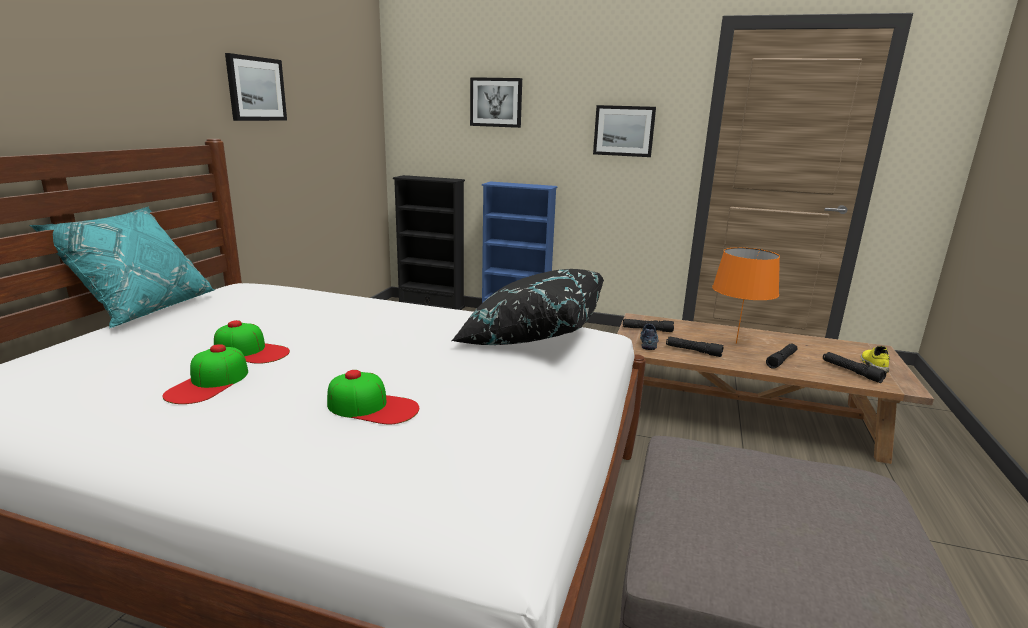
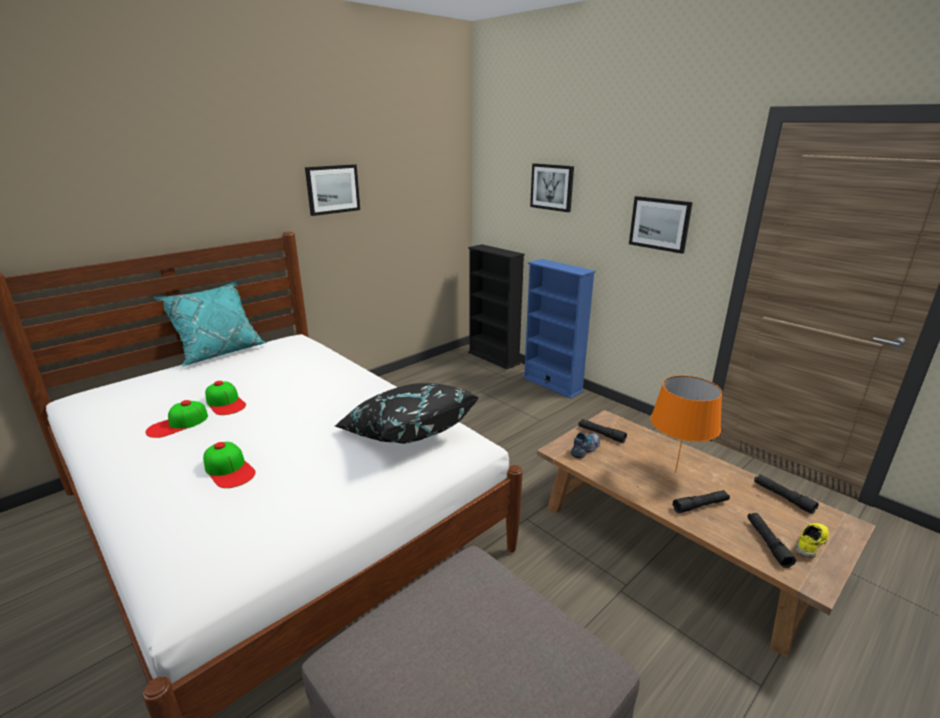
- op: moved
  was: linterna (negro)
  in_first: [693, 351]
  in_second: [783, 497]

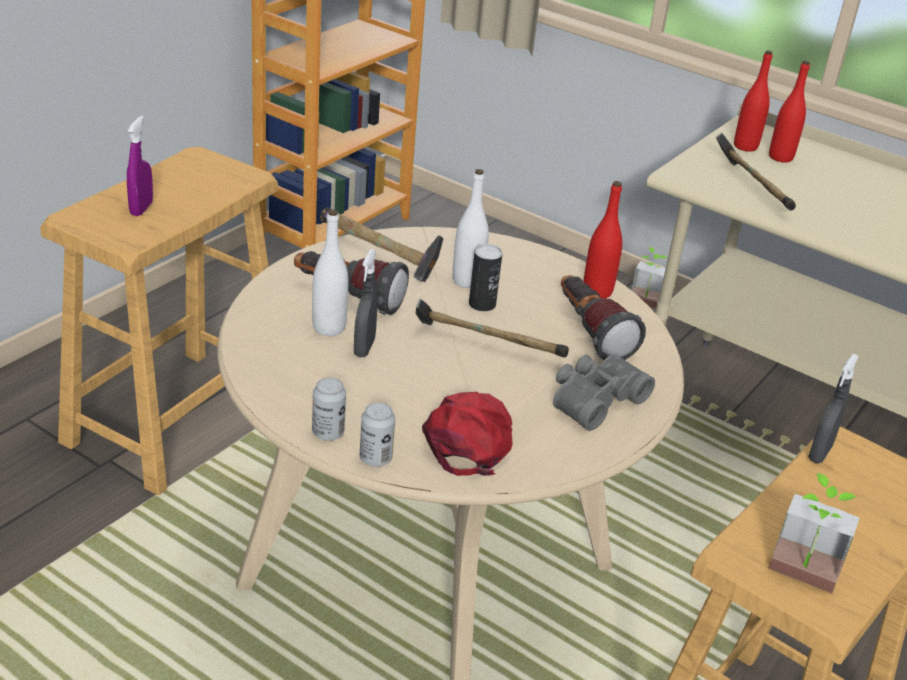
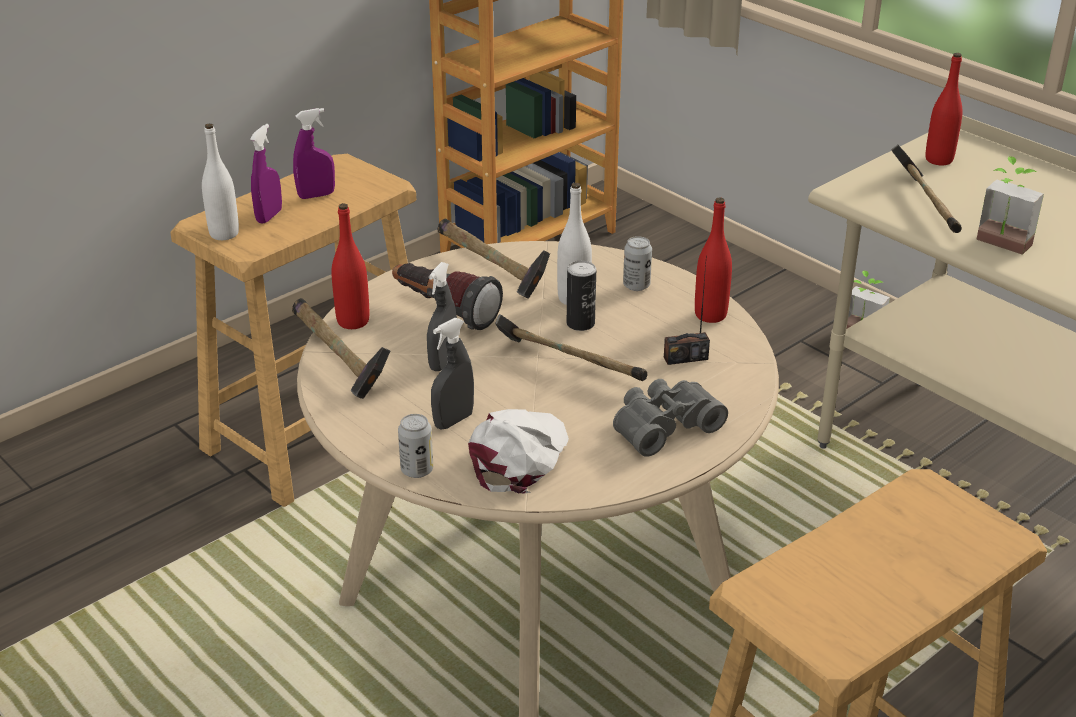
- op: added
  now: martillo
  in_second: [337, 360]
- op: added
  now: pulverizador (morado)
  in_second: [316, 195]
- op: moved
  was: botella (blanco)
  in_first: [329, 328]
  in_second: [224, 234]
- op: moved
  was: lata
  in_first: [328, 433]
  in_second: [636, 285]
- op: moved
  was: botella (rojo)
  in_first: [780, 157]
  in_second: [353, 321]
- op: moved
  was: planta en maceta
  in_first: [800, 579]
  in_second: [999, 246]
- op: moved
  was: pulverizador (gris)
  in_first: [820, 453]
  in_second: [453, 421]
- op: replaced
  was: linterna
  now: radio
  in_first: [590, 333]
  in_second: [685, 358]
- op: recoloured
  was: gorra (rojo)
  now: gorra (blanco)
  in_first: [470, 438]
  in_second: [518, 456]

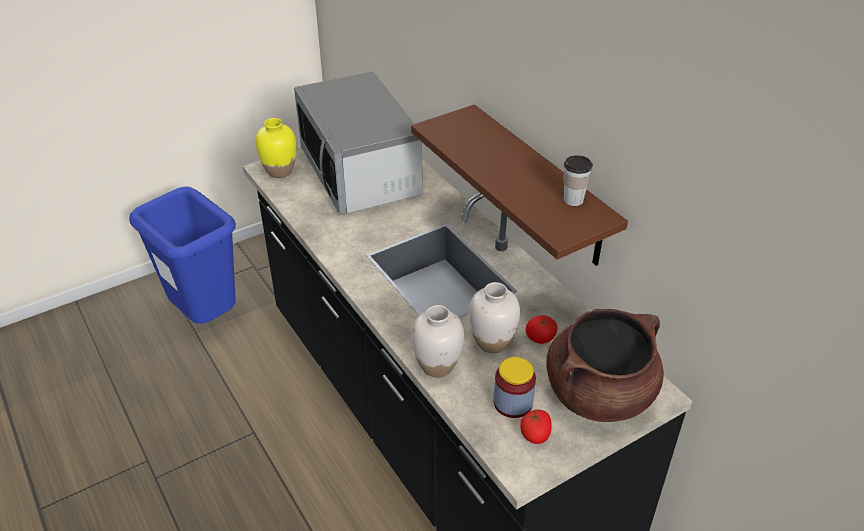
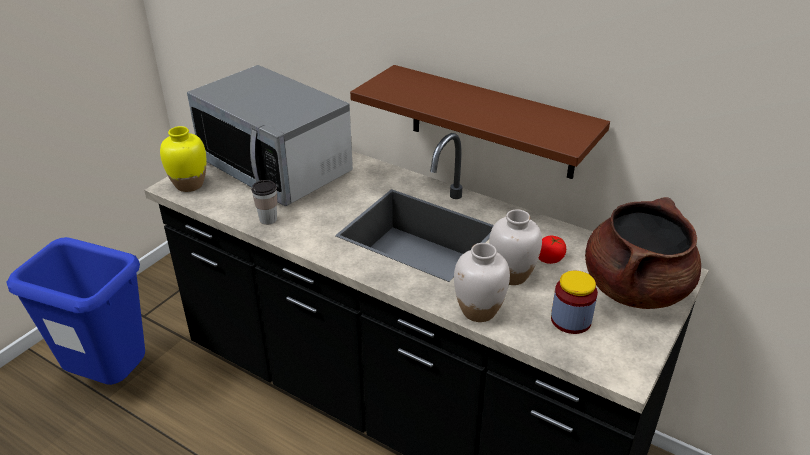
- op: removed
  was: tomate
  in_first: [535, 435]
- op: moved
  was: taza
  in_first: [573, 200]
  in_second: [268, 219]

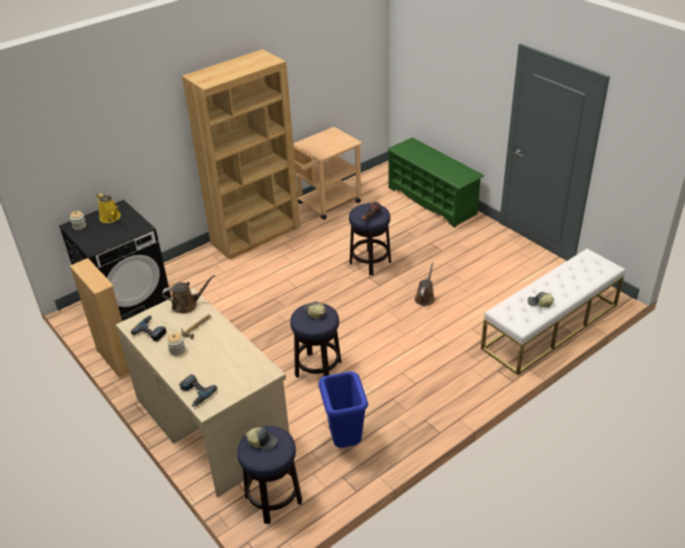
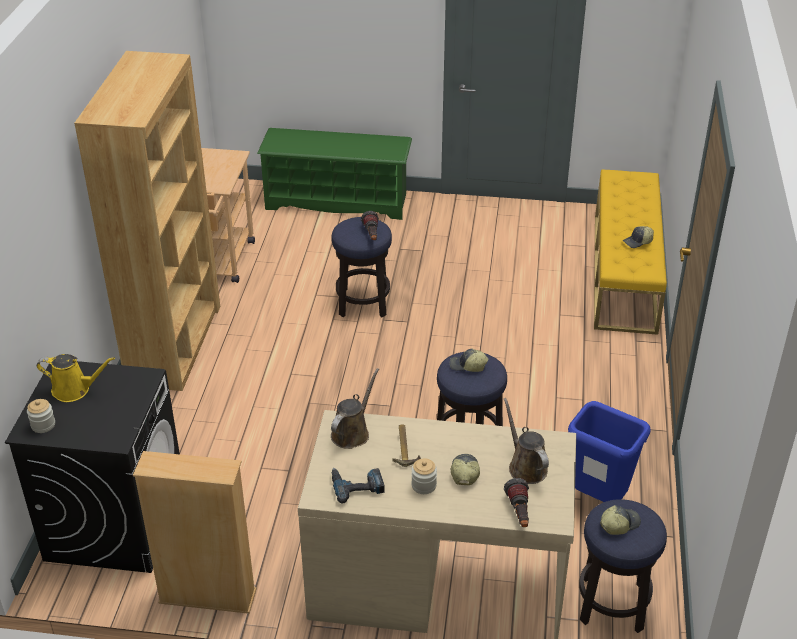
- op: added
  now: gorra
  in_second: [464, 472]
- op: moved
  was: regadera (marrón)
  in_first: [425, 298]
  in_second: [525, 466]
- op: replaced
  was: taladro
  now: linterna
  in_first: [195, 393]
  in_second: [519, 513]
- op: recoloured
  was: banco (blanco)
  now: banco (amarillo)
  in_first: [550, 326]
  in_second: [624, 272]

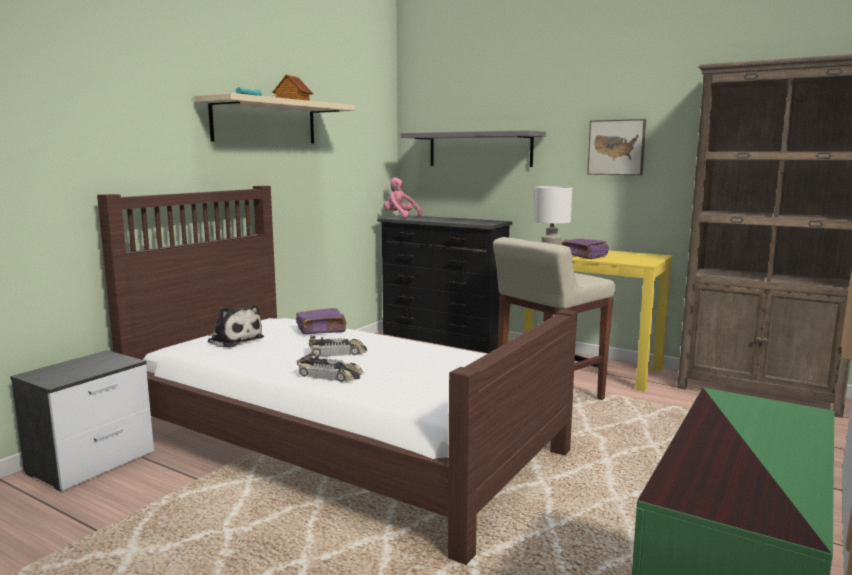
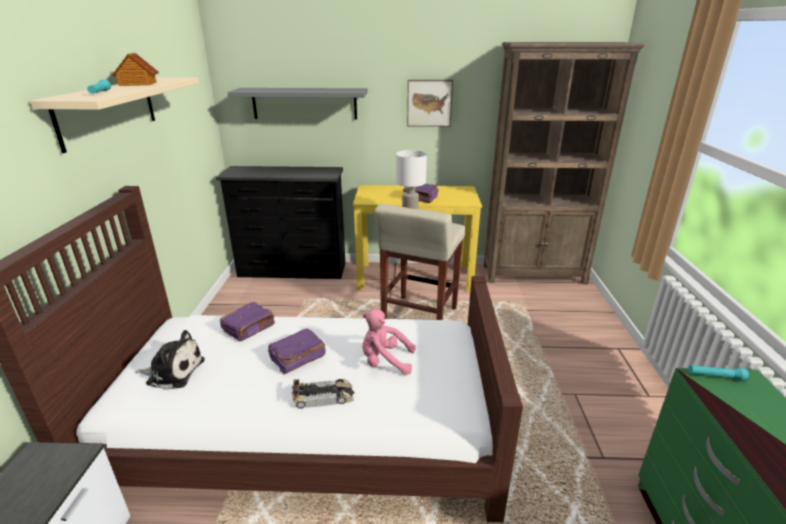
- op: added
  now: linterna (turquesa)
  in_second: [715, 376]
- op: moved
  was: peluche (rosa)
  in_first: [400, 216]
  in_second: [385, 361]
- op: replaced
  was: coche de juguete
  now: libro (morado)
  in_first: [338, 352]
  in_second: [297, 358]

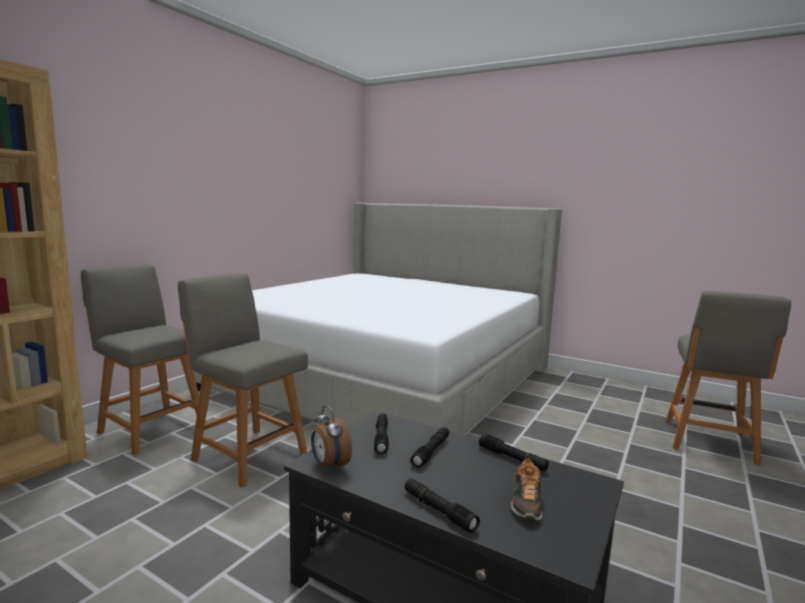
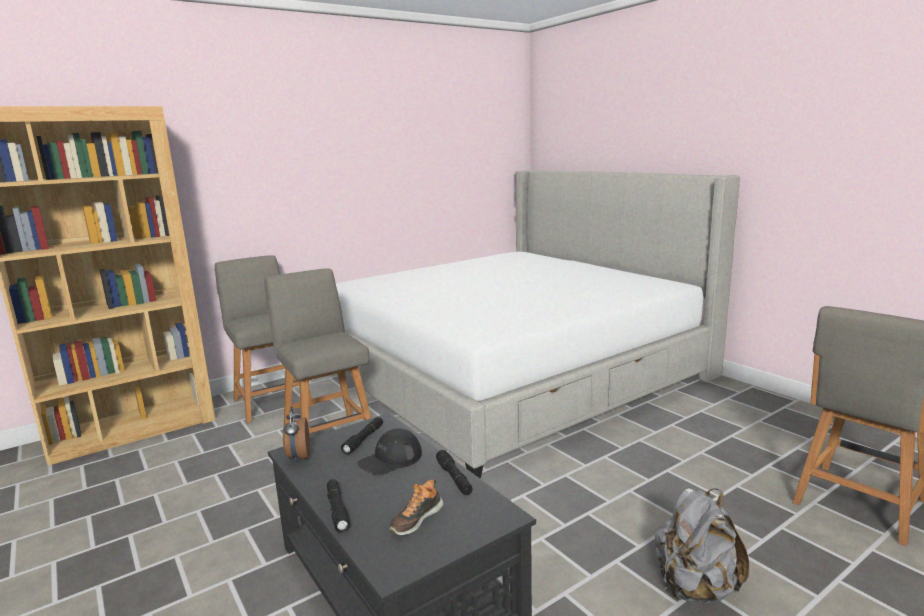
- op: added
  now: mochila (gris)
  in_second: [694, 587]
- op: replaced
  was: linterna (negro)
  now: gorra (negro)
  in_first: [431, 452]
  in_second: [390, 459]

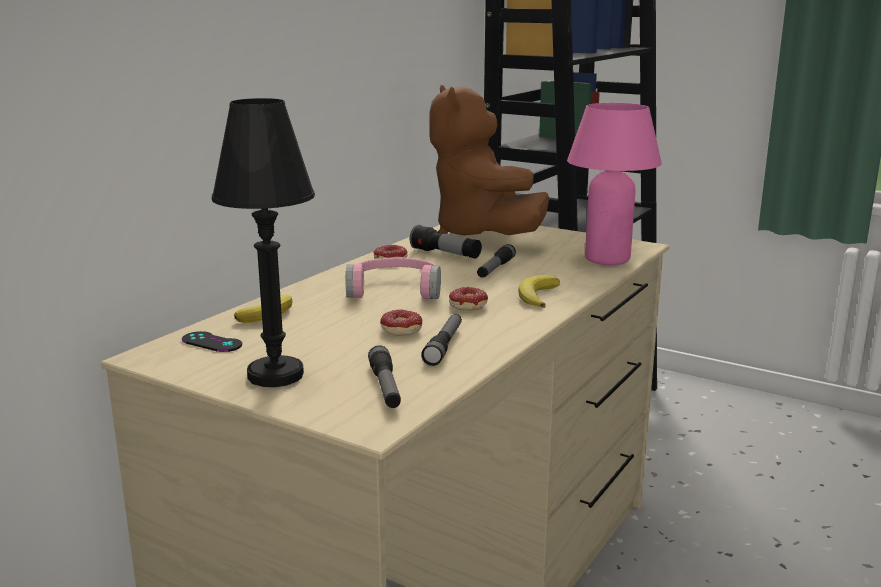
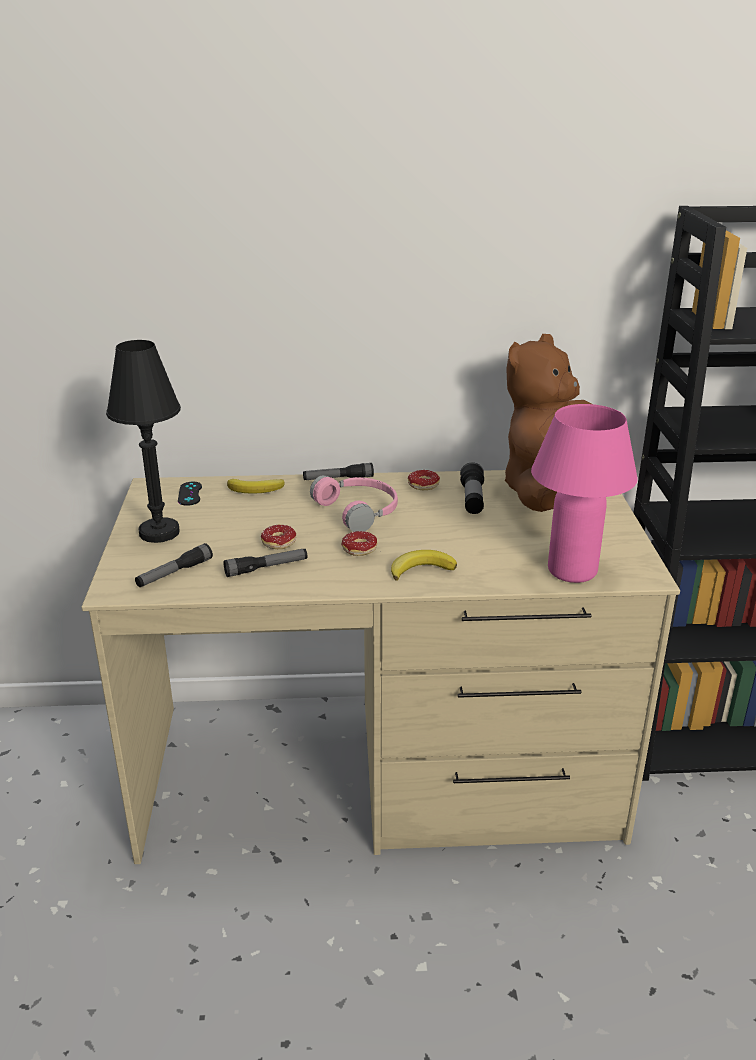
- op: moved
  was: linterna
  in_first: [495, 269]
  in_second: [338, 479]

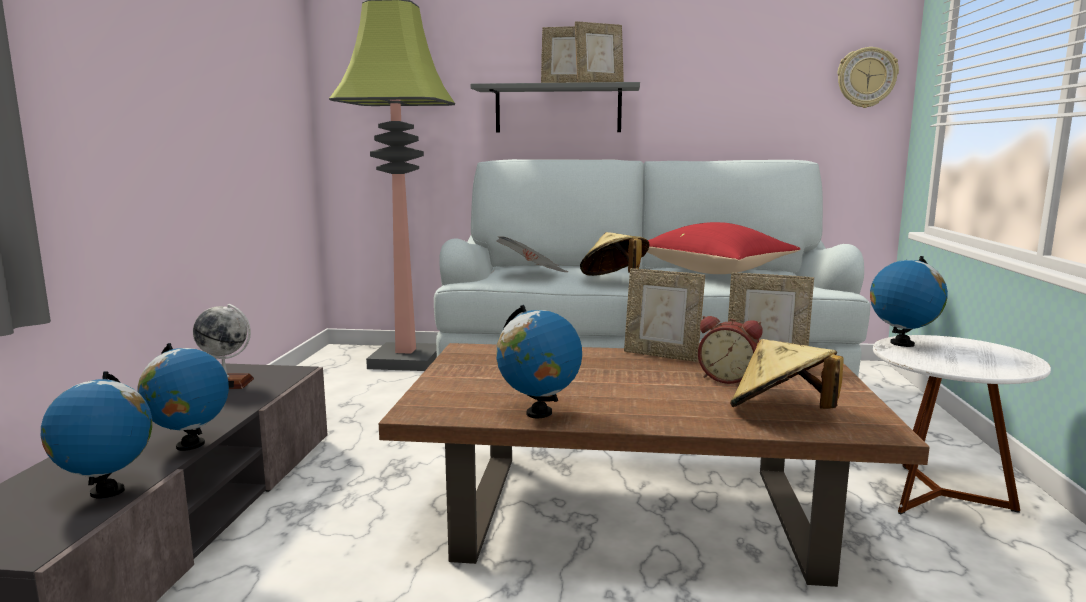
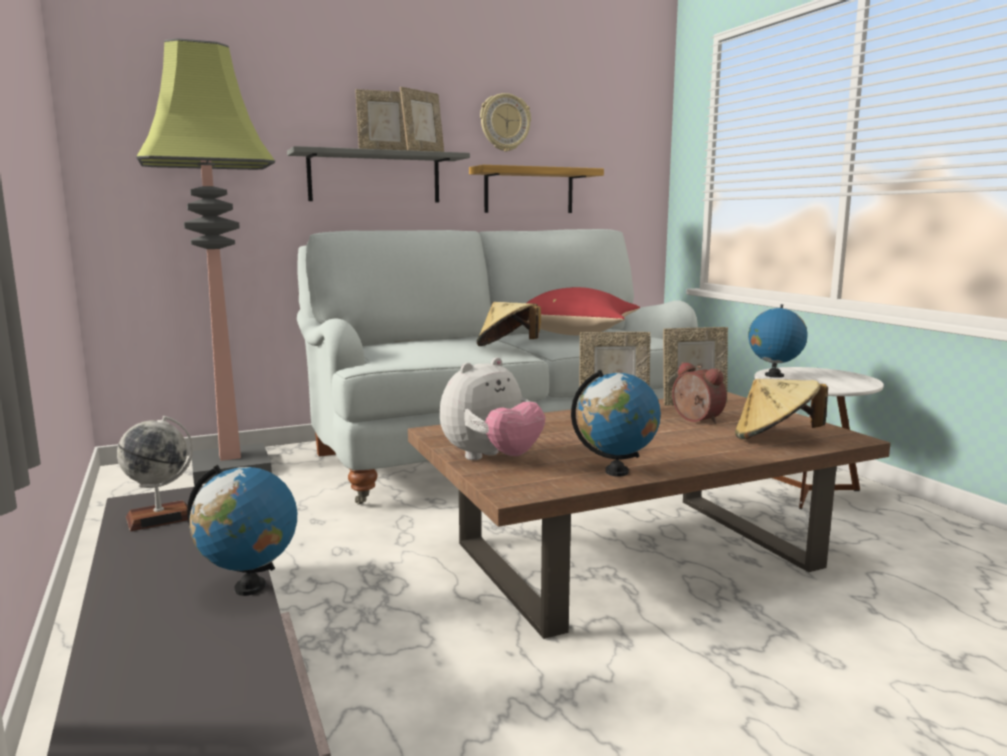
- op: removed
  was: globo terráqueo
  in_first: [107, 491]
- op: removed
  was: periódico
  in_first: [532, 274]
- op: added
  now: peluche
  in_second: [491, 458]
- op: added
  now: estante
  in_second: [529, 190]
- op: moved
  was: reloj de pared
  in_first: [866, 77]
  in_second: [504, 122]
- op: turned
  was: despertador
  in_first: [728, 378]
  in_second: [695, 420]
  clockwise: -120

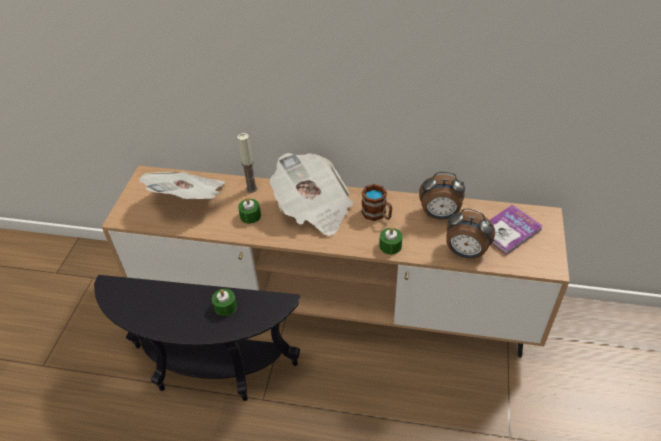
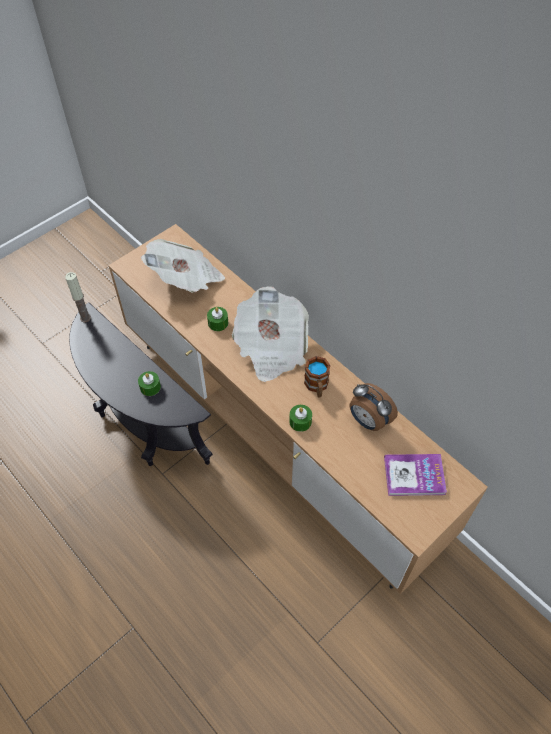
- op: removed
  was: despertador
  in_first: [465, 253]
- op: moved
  was: vela
  in_first: [251, 188]
  in_second: [85, 318]

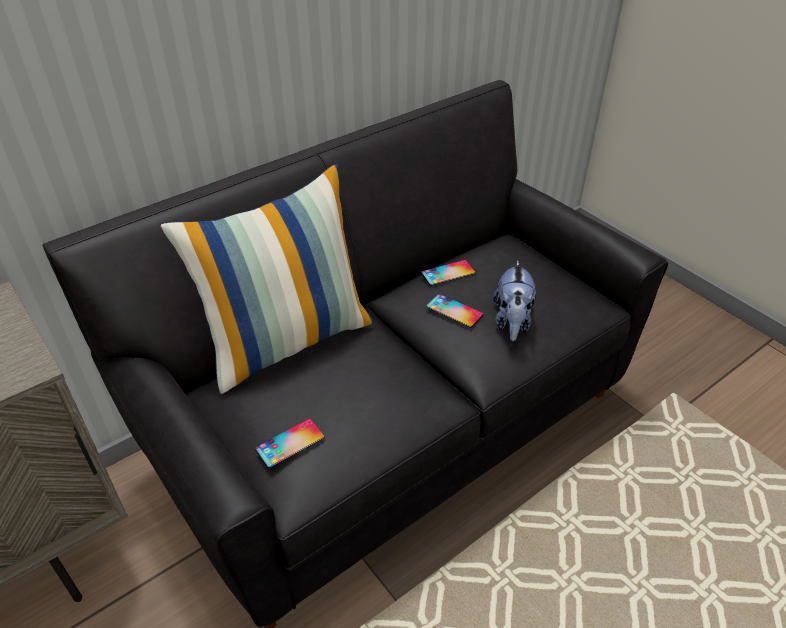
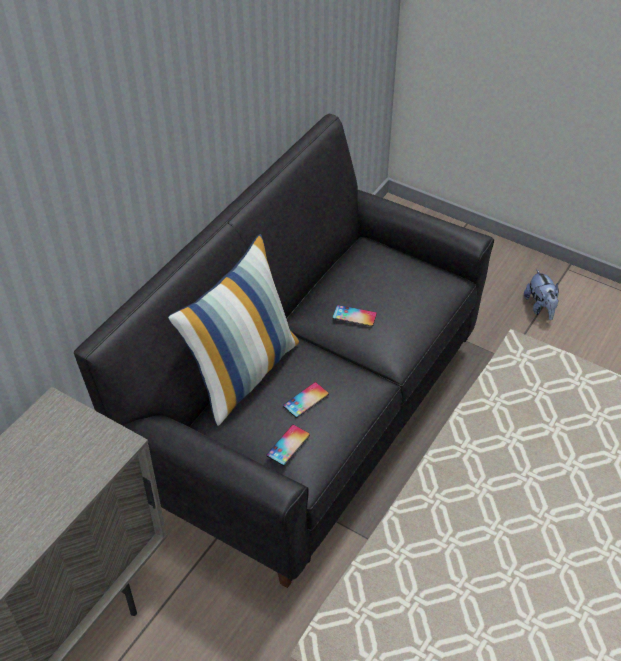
- op: moved
  was: móvil
  in_first: [448, 273]
  in_second: [306, 400]
- op: moved
  was: peluche
  in_first: [512, 322]
  in_second: [540, 307]

